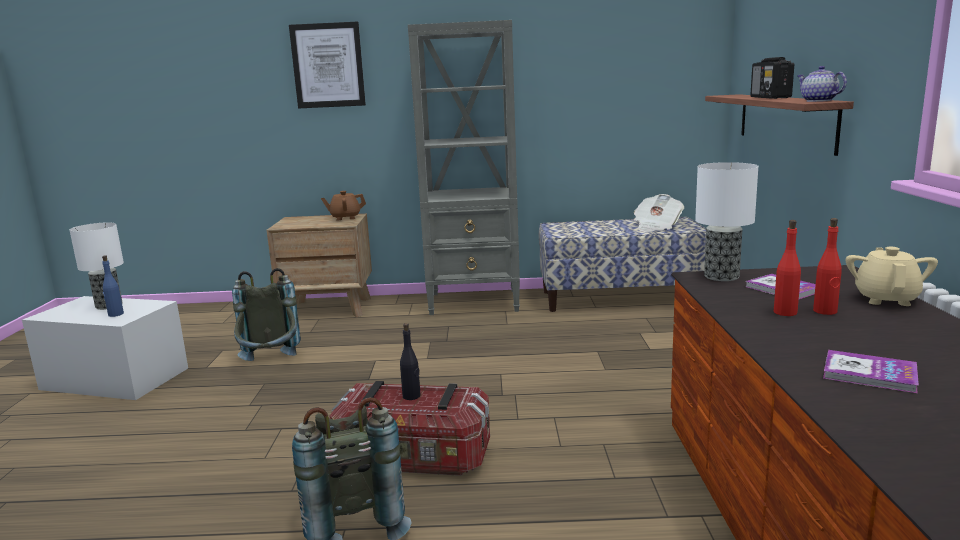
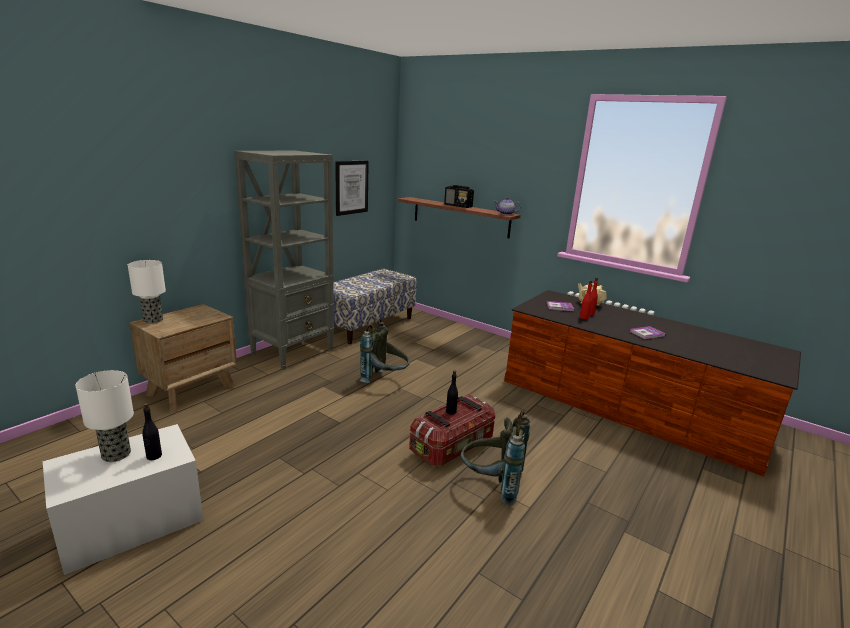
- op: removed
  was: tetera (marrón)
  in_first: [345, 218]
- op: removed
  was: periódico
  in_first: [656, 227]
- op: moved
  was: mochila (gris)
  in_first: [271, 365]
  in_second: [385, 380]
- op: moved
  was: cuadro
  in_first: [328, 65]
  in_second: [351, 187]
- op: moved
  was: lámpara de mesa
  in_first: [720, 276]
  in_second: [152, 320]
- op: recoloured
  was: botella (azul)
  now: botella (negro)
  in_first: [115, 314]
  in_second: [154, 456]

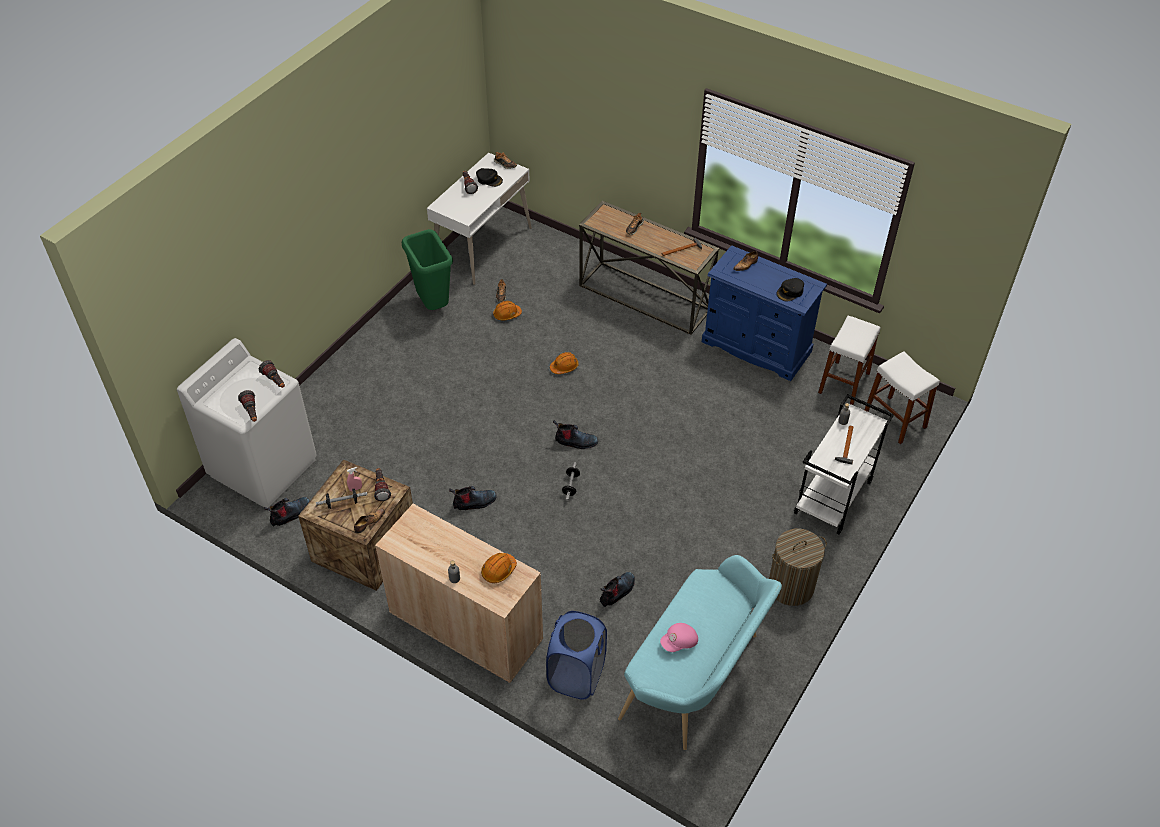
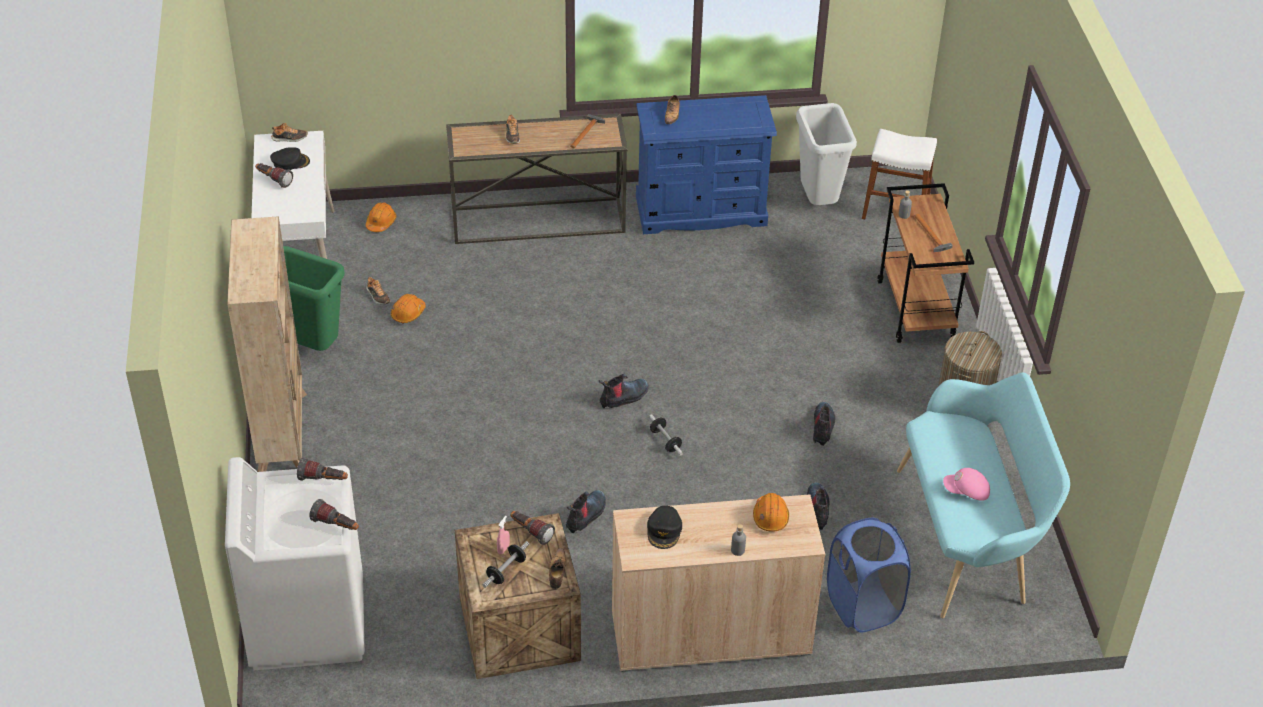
- op: added
  now: estantería (beis)
  in_second: [282, 433]
- op: moved
  was: bota
  in_first: [290, 514]
  in_second: [823, 427]
- op: moved
  was: casco (naranja)
  in_first: [564, 367]
  in_second: [381, 222]
- op: moved
  was: gorra (negro)
  in_first: [790, 292]
  in_second: [664, 530]
- op: replaced
  was: taburete (blanco)
  now: papelera (gris)
  in_first: [844, 383]
  in_second: [817, 201]
- op: recoloured
  was: carrito (blanco)
  now: carrito (marrón)
  in_first: [833, 498]
  in_second: [916, 310]
- op: turned
  was: gorra (rosa)
  in_first: [679, 642]
  in_second: [966, 492]
  clockwise: 75

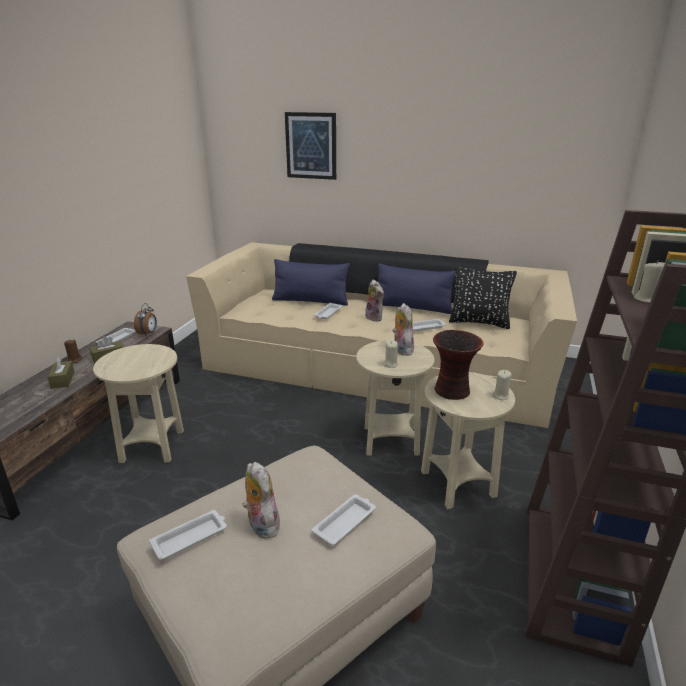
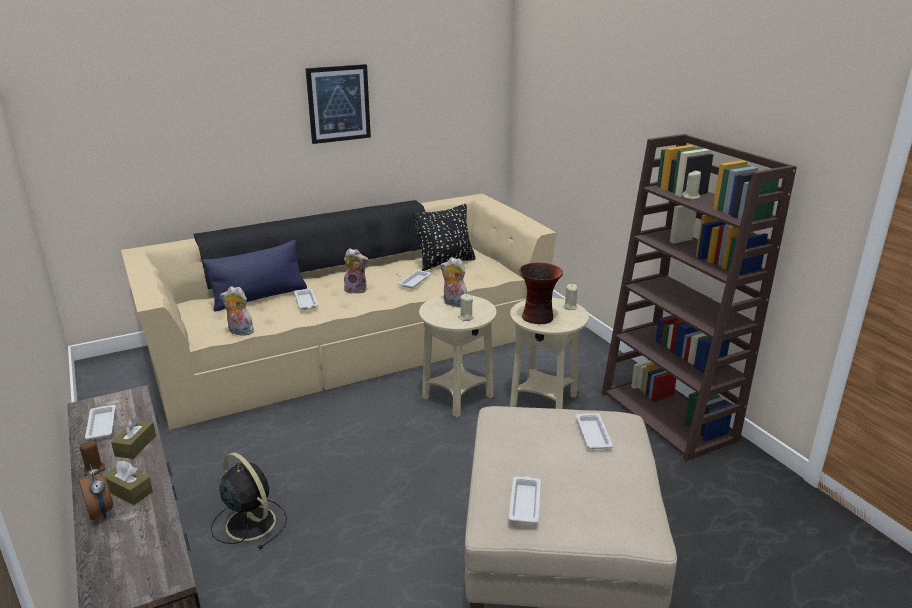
- op: removed
  was: cojín (azul)
  in_first: [413, 307]
- op: moved
  was: despertador
  in_first: [148, 334]
  in_second: [101, 512]
- op: moved
  was: peluche
  in_first: [261, 525]
  in_second: [239, 332]
- op: moved
  was: cuadro
  in_first: [311, 146]
  in_second: [338, 103]
- op: replaced
  was: mesa auxiliar (beis)
  now: ventilador (negro)
  in_first: [152, 446]
  in_second: [249, 522]

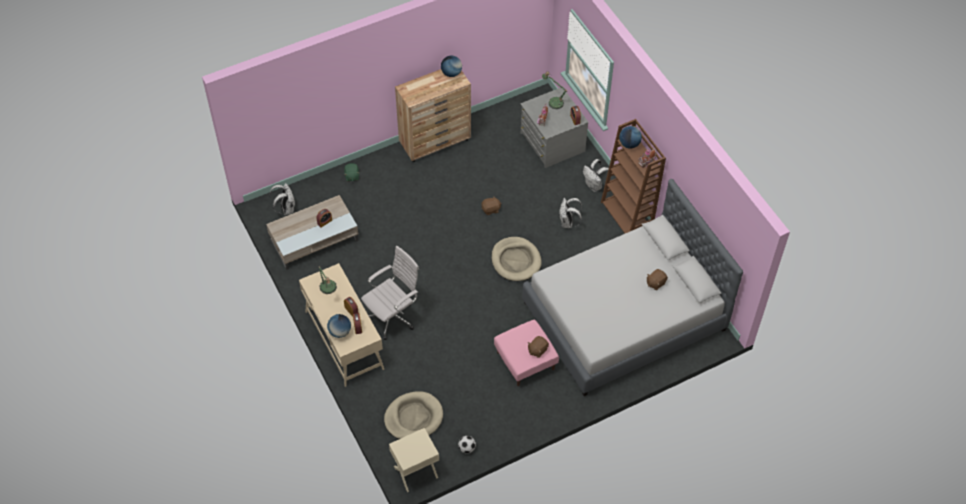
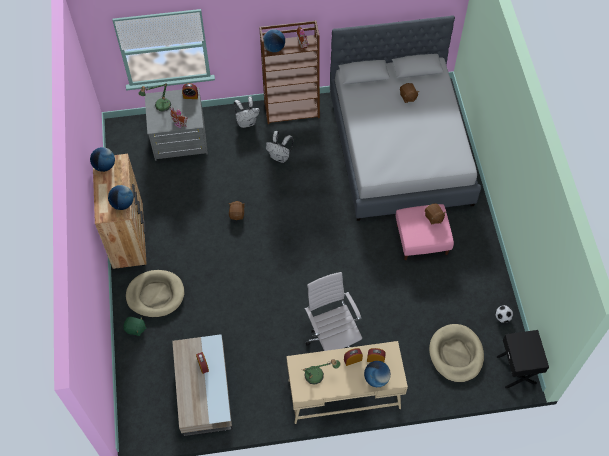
- op: removed
  was: mochila (blanco)
  in_first: [286, 209]
- op: added
  now: globo terráqueo
  in_second: [122, 204]
- op: moved
  was: cama para perro (beis)
  in_first: [516, 260]
  in_second: [155, 295]
- op: recoloured
  was: mesita de noche (beis)
  now: mesita de noche (negro)
  in_first: [416, 472]
  in_second: [517, 369]

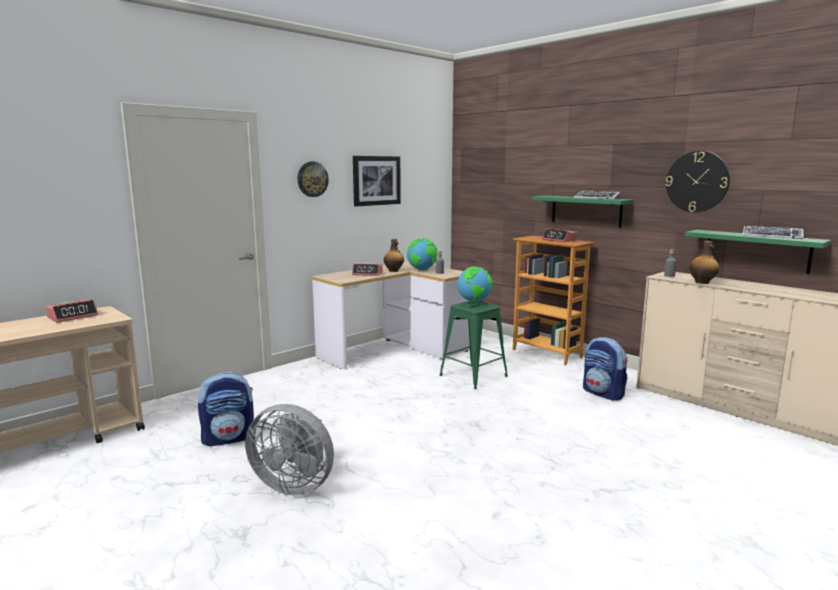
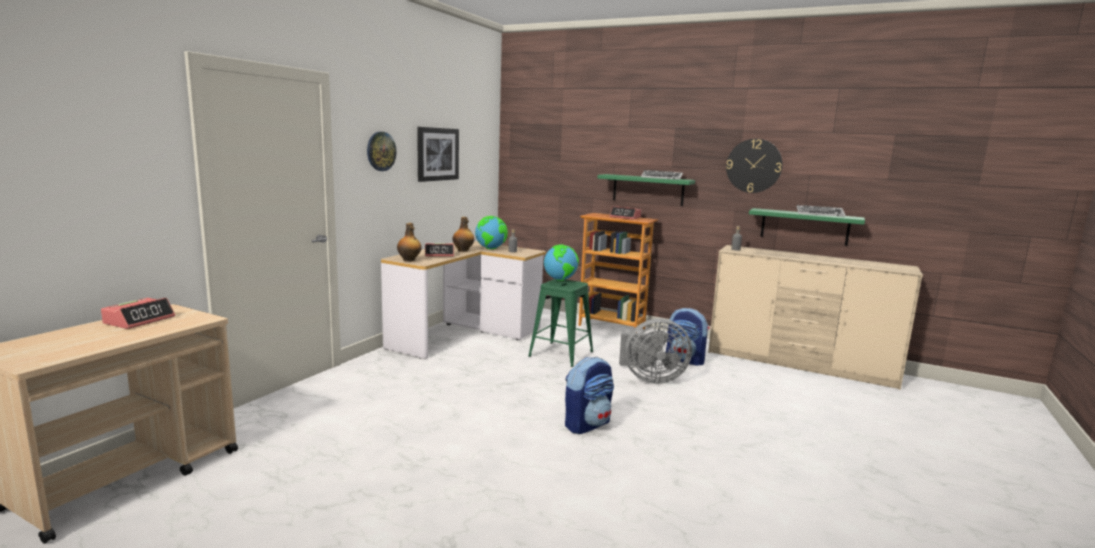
- op: moved
  was: mochila
  in_first: [229, 438]
  in_second: [587, 424]
- op: moved
  was: ventilador (gris)
  in_first: [294, 484]
  in_second: [651, 379]
- op: moved
  was: botella
  in_first: [702, 283]
  in_second: [409, 260]

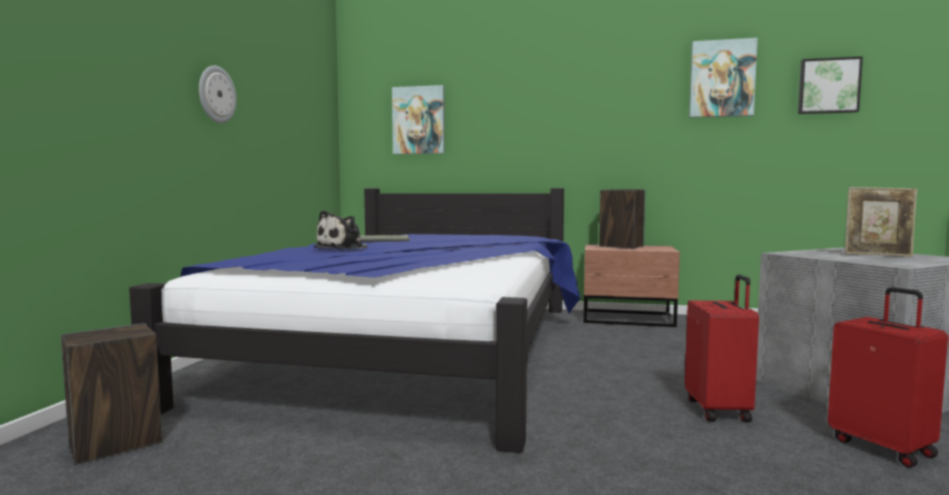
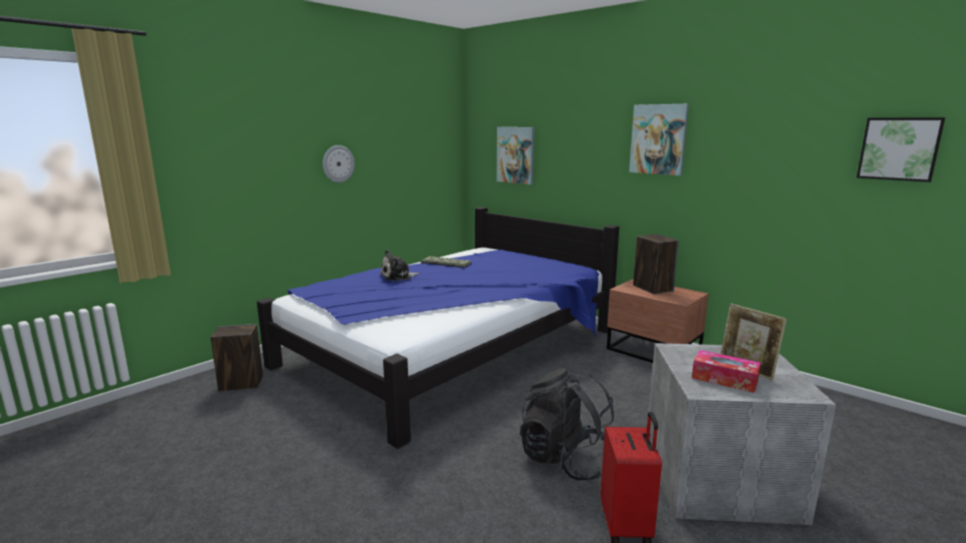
- op: added
  now: caja de pañuelos
  in_second: [724, 379]
- op: moved
  was: cuadro
  in_first: [722, 79]
  in_second: [658, 139]
- op: replaced
  was: maleta (rojo)
  now: mochila (negro)
  in_first: [719, 410]
  in_second: [565, 459]

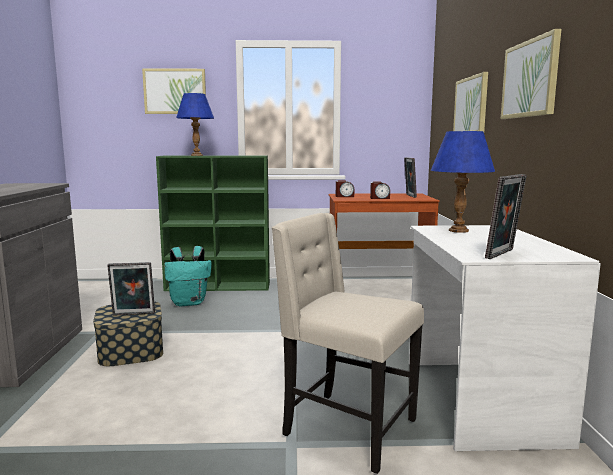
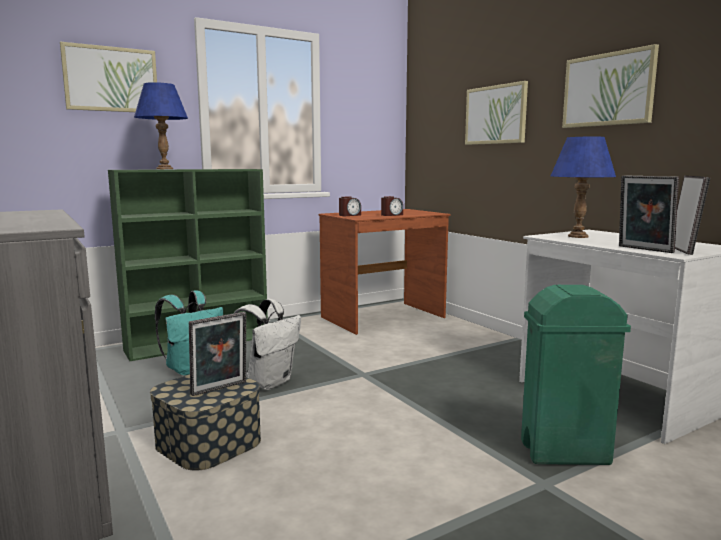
- op: added
  now: mochila (blanco)
  in_second: [268, 382]
- op: moved
  was: portarretratos
  in_first: [409, 196]
  in_second: [643, 249]
- op: replaced
  was: silla (beis)
  now: papelera (verde)
  in_first: [346, 428]
  in_second: [563, 453]

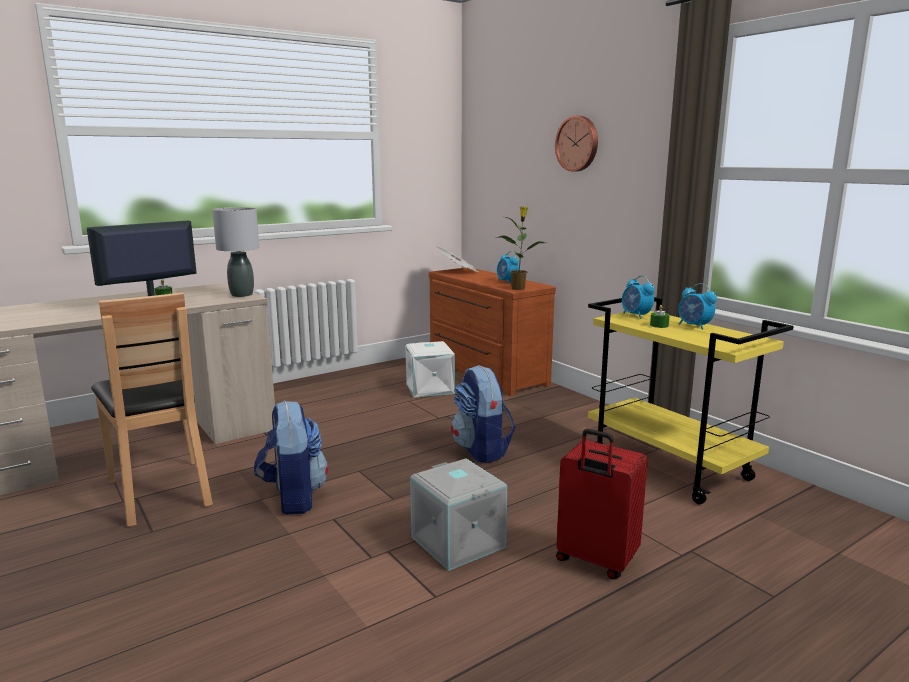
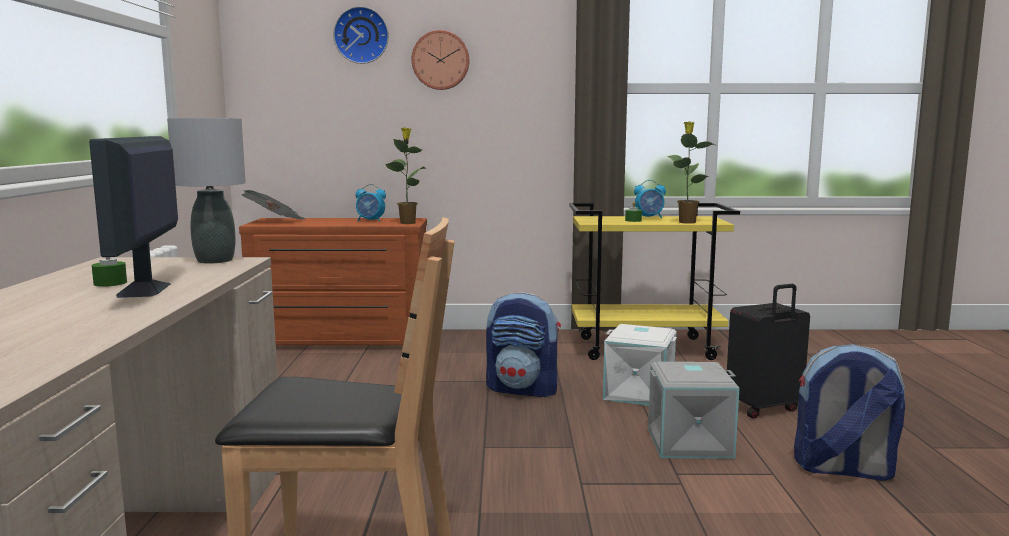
- op: removed
  was: despertador
  in_first: [636, 315]
- op: added
  now: reloj de pared
  in_second: [361, 35]
- op: added
  now: planta en maceta
  in_second: [686, 222]
- op: moved
  was: mochila
  in_first: [293, 498]
  in_second: [843, 469]
- op: moved
  was: caja de almacenaje (blanco)
  in_first: [431, 388]
  in_second: [640, 393]
- op: recoloured
  was: maleta (rojo)
  now: maleta (negro)
  in_first: [595, 561]
  in_second: [763, 409]

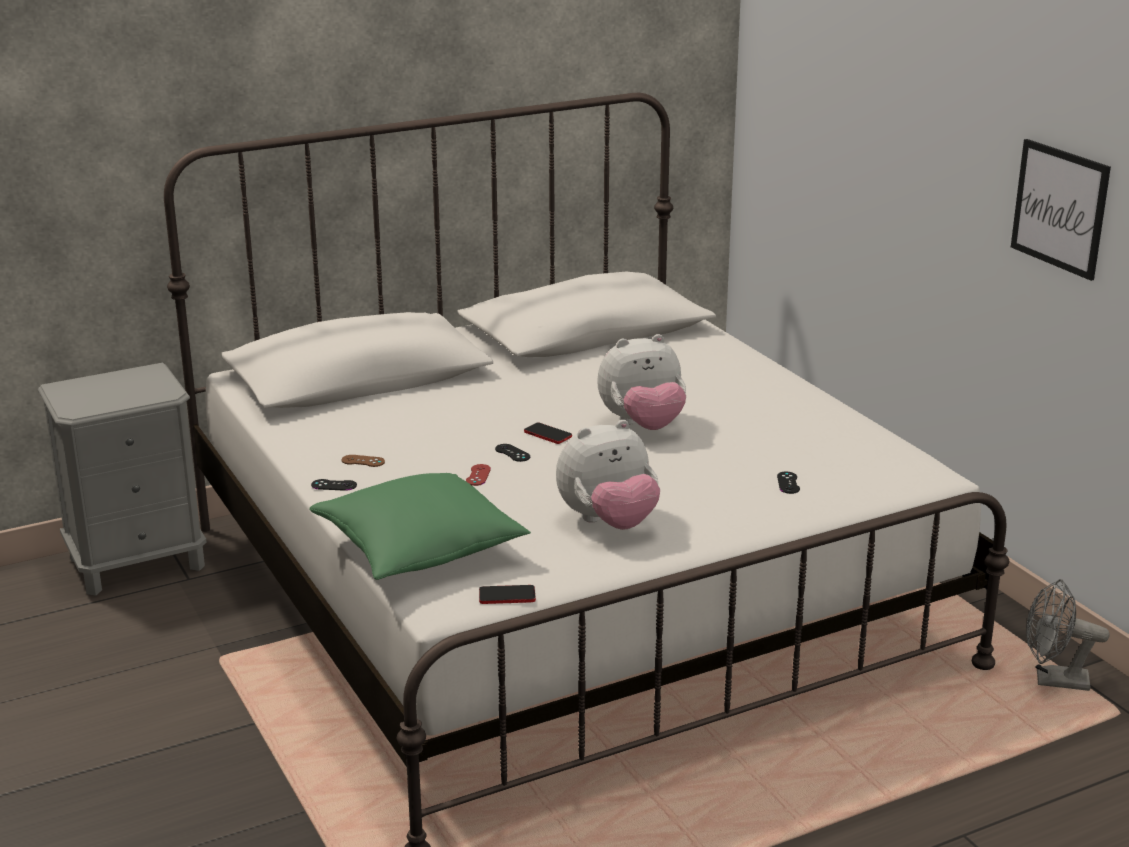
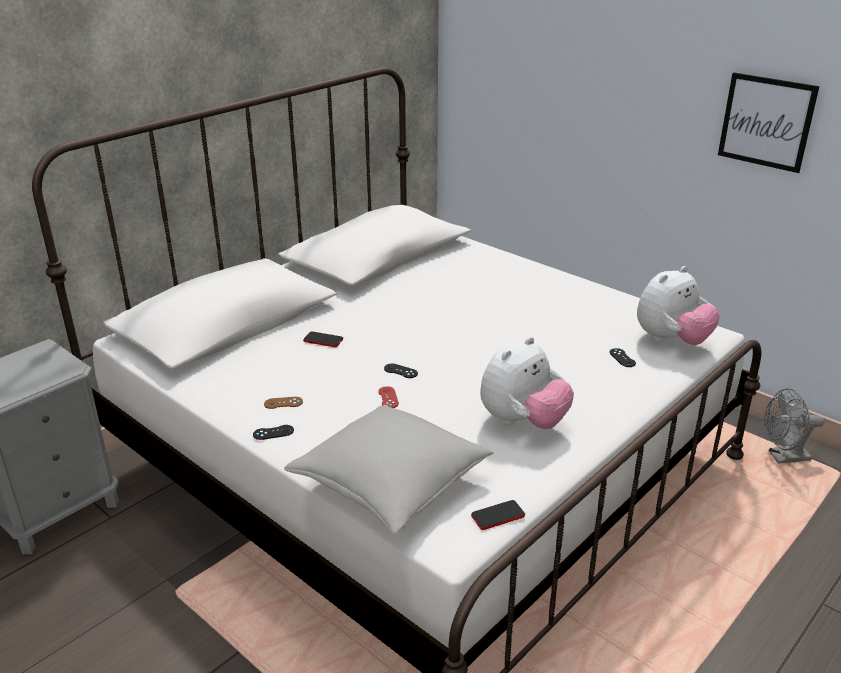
- op: moved
  was: móvil
  in_first: [548, 434]
  in_second: [323, 340]
- op: moved
  was: peluche
  in_first: [642, 425]
  in_second: [671, 340]
- op: recoloured
  was: cojín (verde)
  now: cojín (gris)
  in_first: [419, 549]
  in_second: [390, 483]

